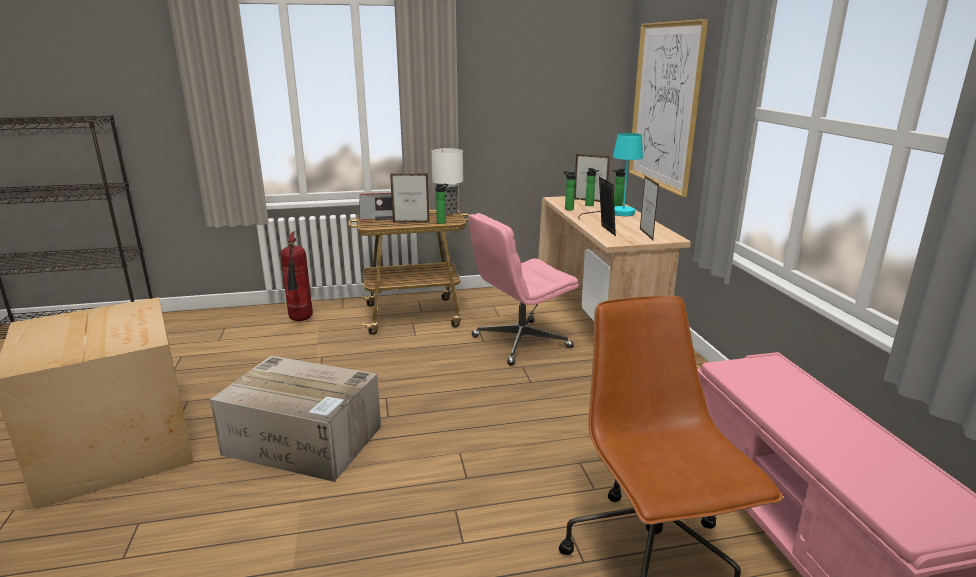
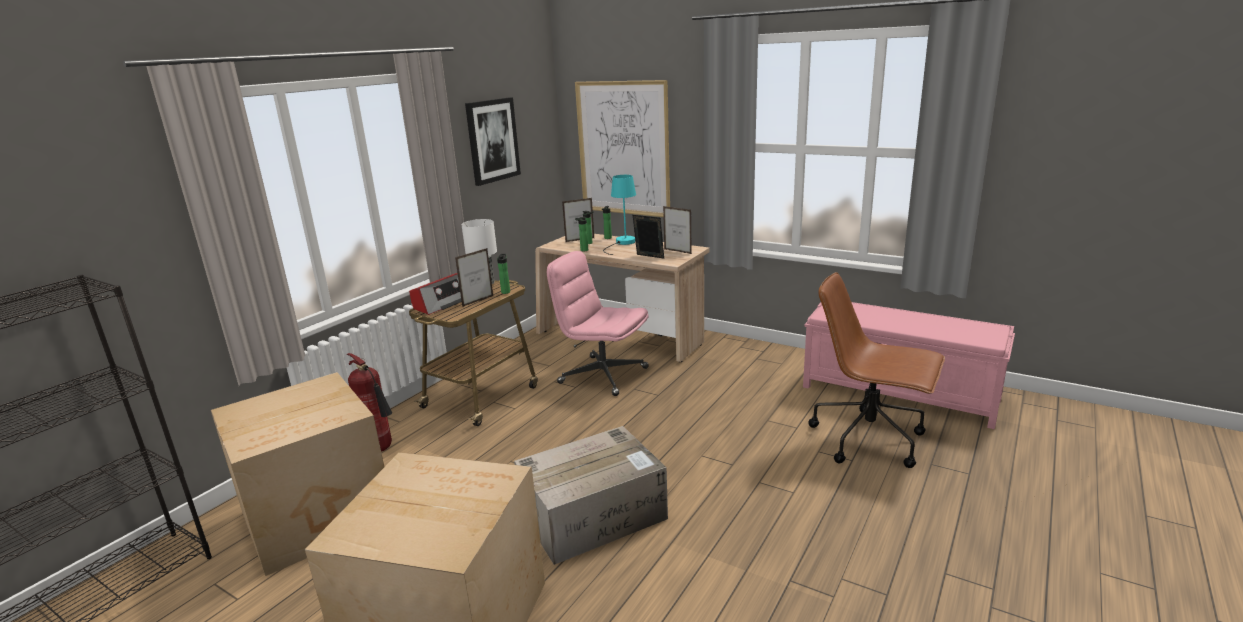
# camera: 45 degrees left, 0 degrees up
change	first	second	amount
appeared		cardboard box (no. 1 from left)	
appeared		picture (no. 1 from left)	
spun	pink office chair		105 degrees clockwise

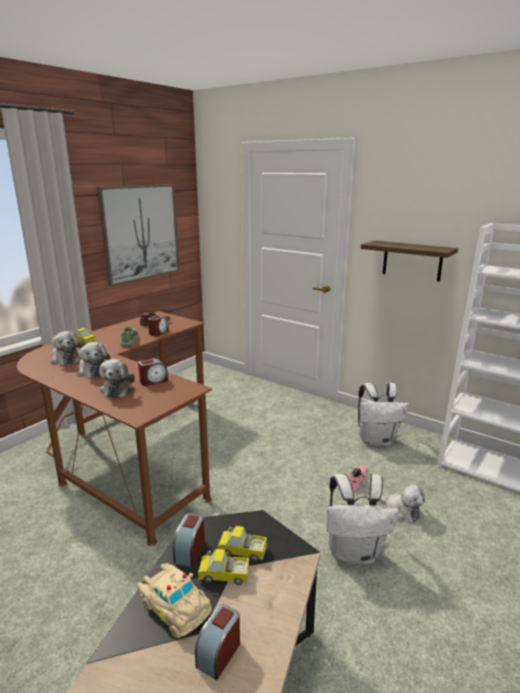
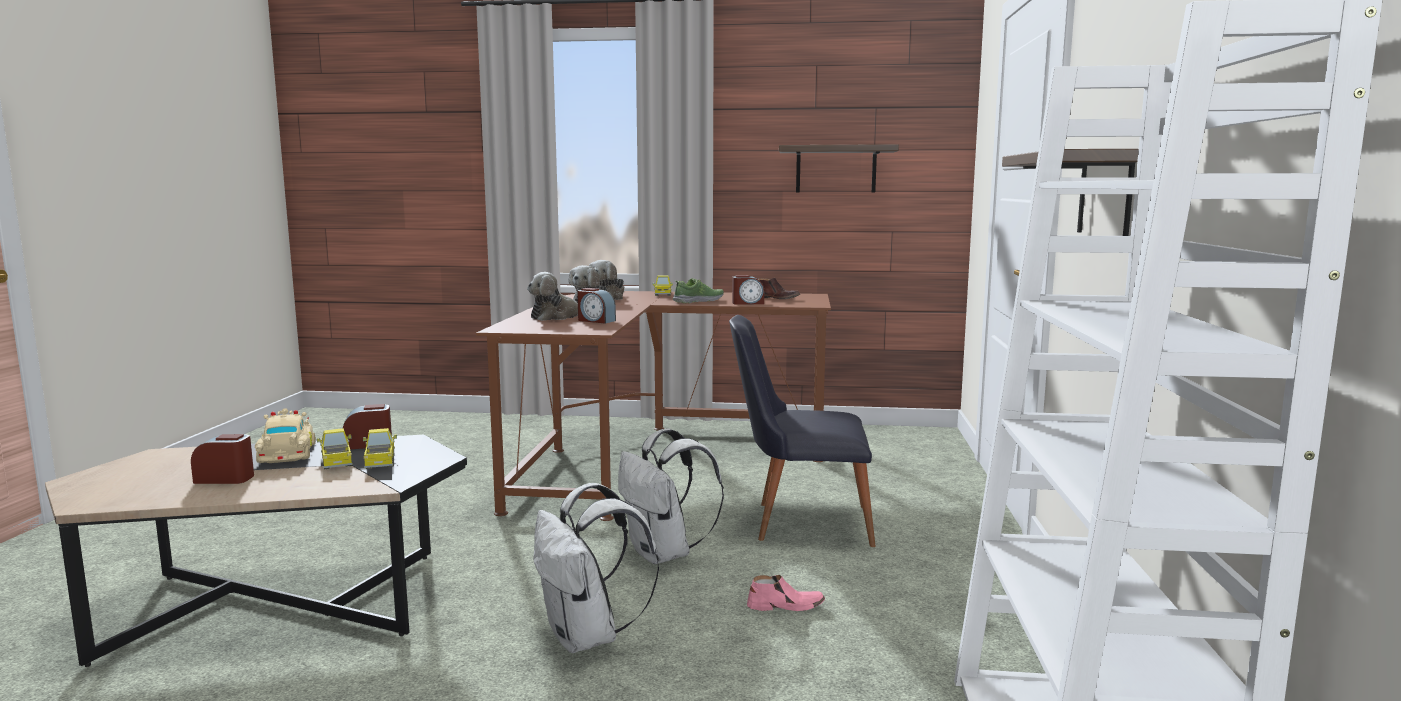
# camera: 60 degrees right, 10 degrees down
change	first	second	amount
spun	beige toy car		150 degrees clockwise
relocated	white backpack (no. 2 from left)		
appeared		black chair	
exchanged	picture	shelf (no. 1 from left)	
missing	plush toy (no. 4 from left)		

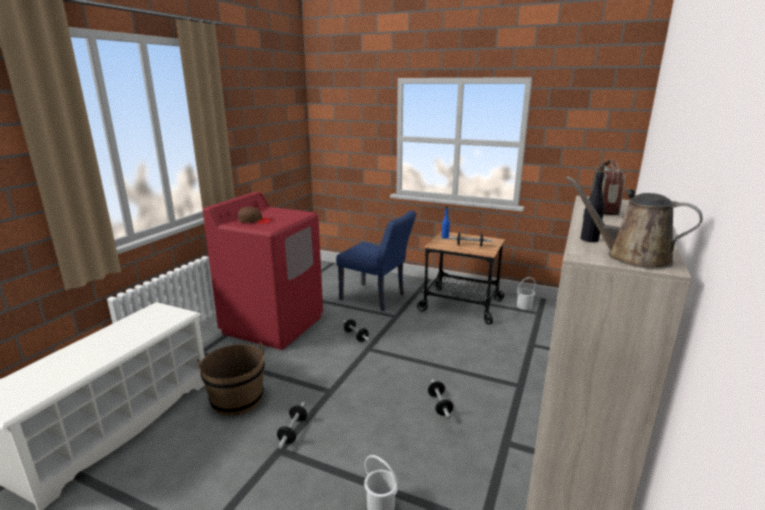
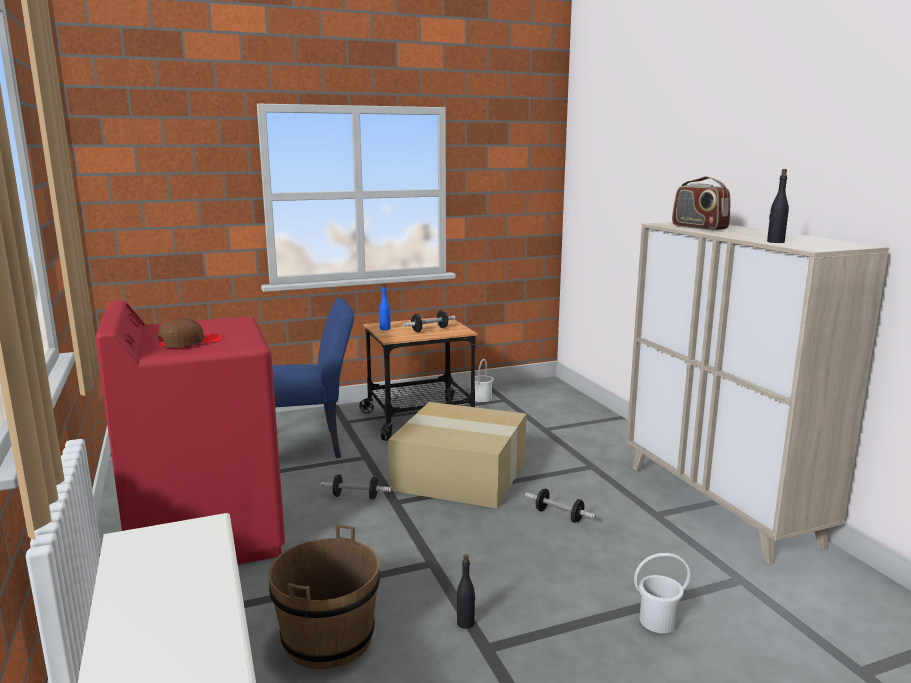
# camera: 45 degrees left, 5 degrees down
change	first	second	amount
appeared		cardboard box	
exchanged	dumbbell (no. 1 from left)	black bottle (no. 1 from left)	
missing	brown watering can		

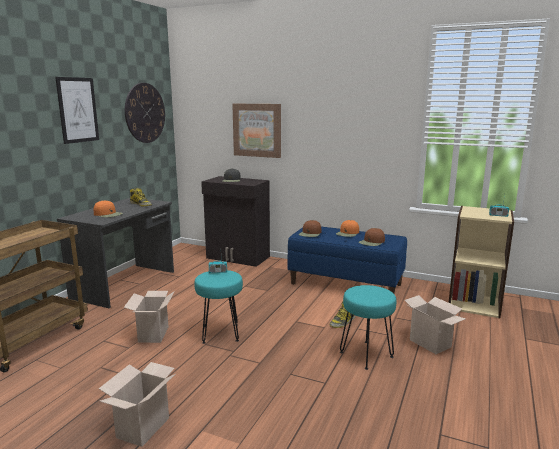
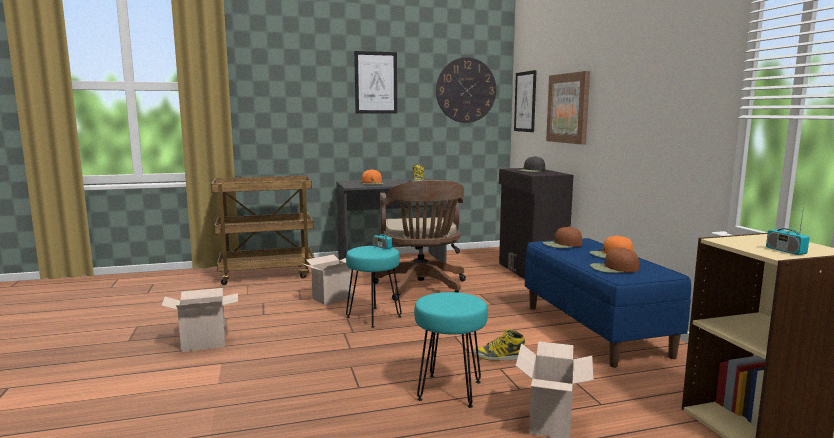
# camera: 50 degrees right, 5 degrees down
change	first	second	amount
appeared		brown office chair	
appeared		picture (no. 2 from left)	

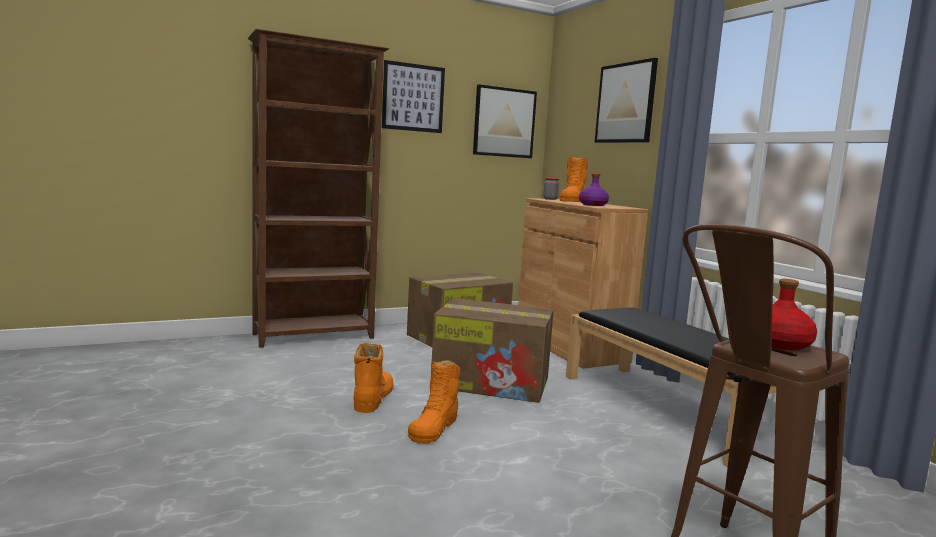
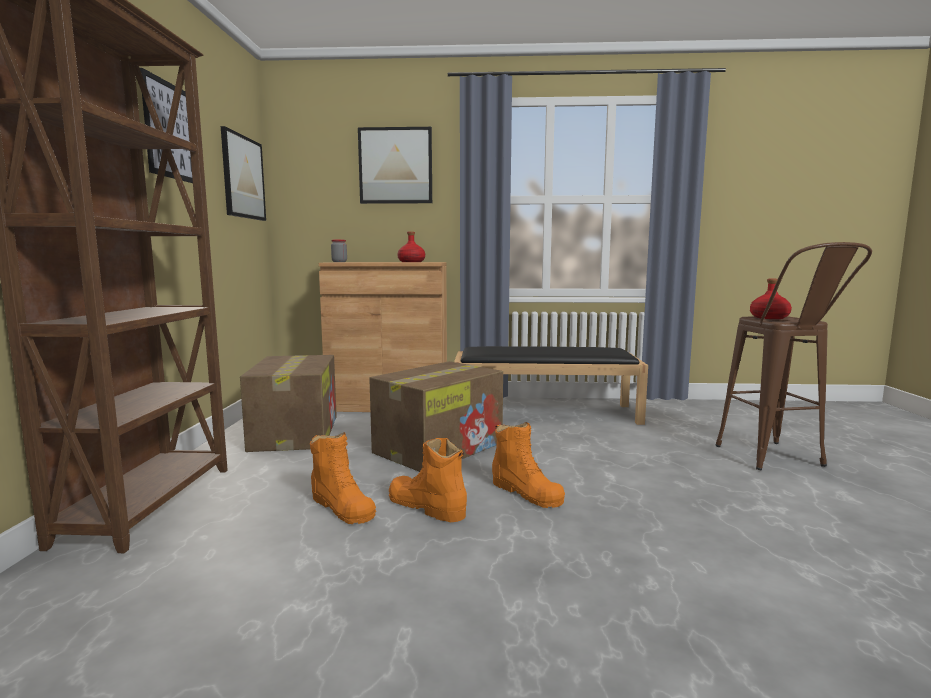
# camera: 60 degrees left, 0 degrees up
change	first	second	amount
relocated	orange boot (no. 3 from left in the first image)	orange boot (no. 1 from left)	
colour	purple bottle	red bottle (no. 1 from left)	

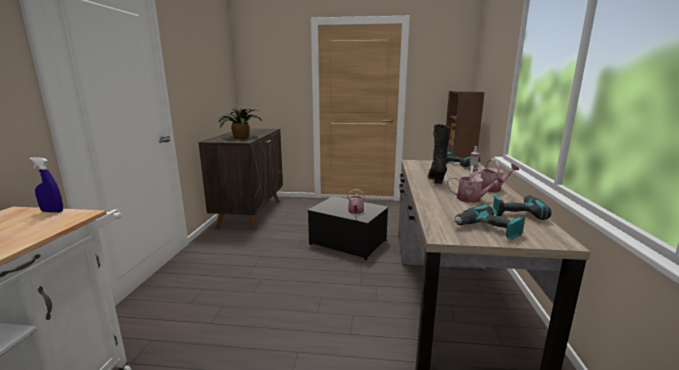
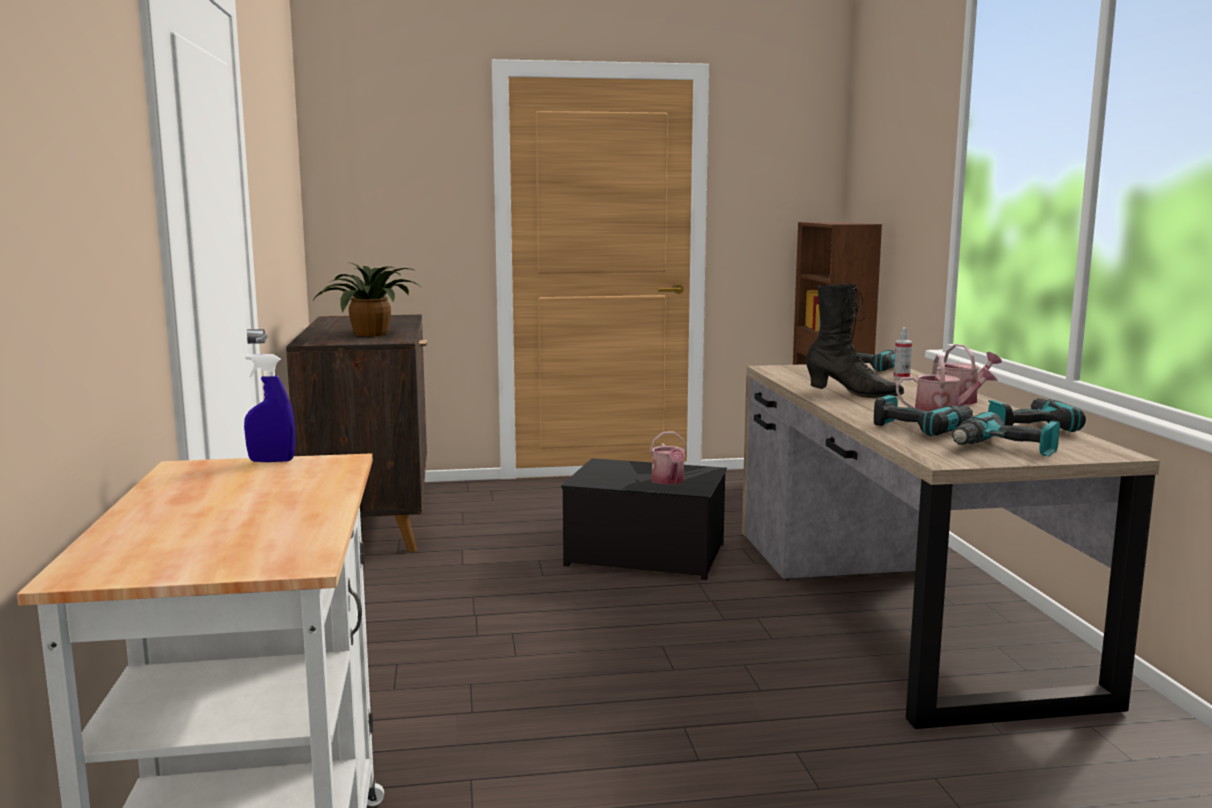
# camera: 15 degrees left, 5 degrees down
change	first	second	amount
spun	black boot		120 degrees clockwise
appeared		power drill (no. 2 from left)	

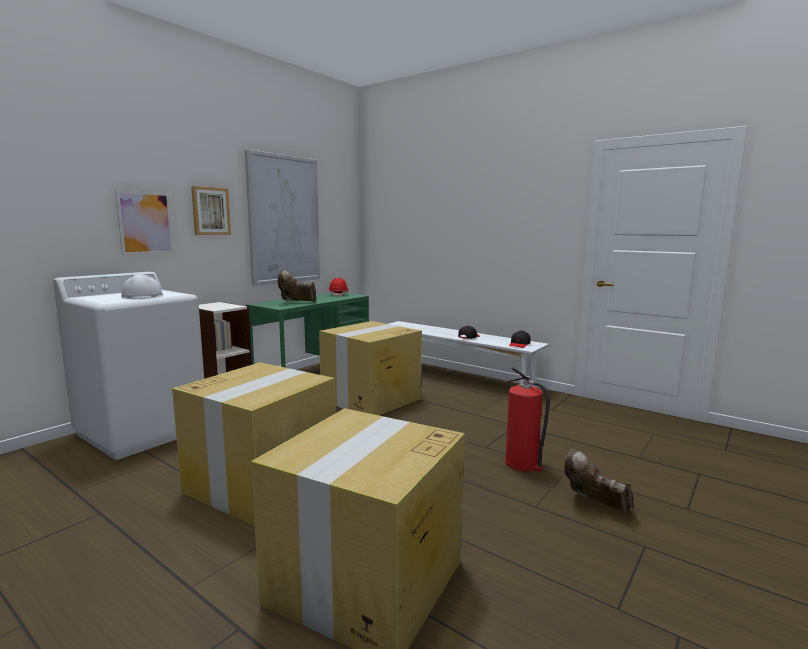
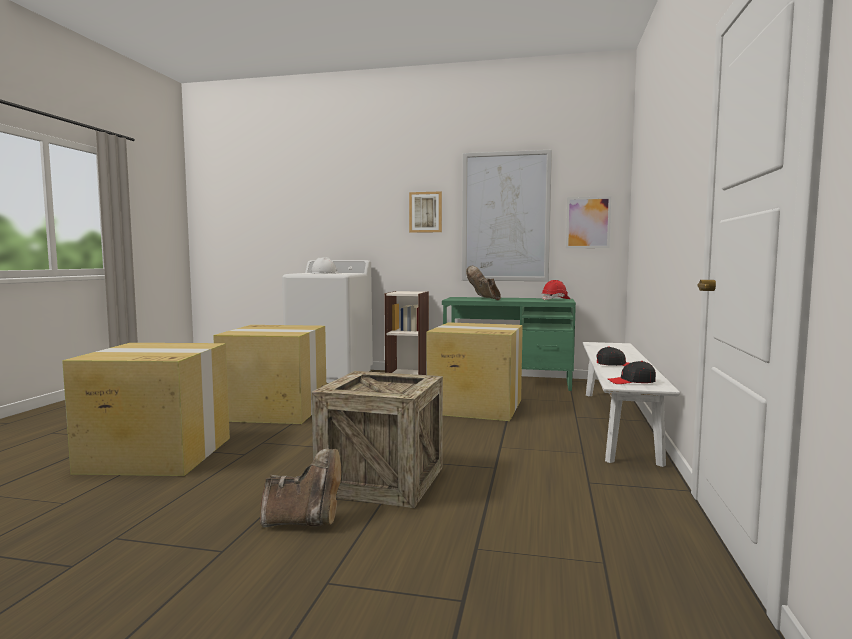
# camera: 65 degrees right, 5 degrees down
change	first	second	amount
spun	brown boot (no. 2 from left in the first image)	brown boot (no. 1 from left)	75 degrees clockwise
exchanged	fire extinguisher	crate	
relocated	picture (no. 1 from left in the first image)	picture (no. 3 from left)	

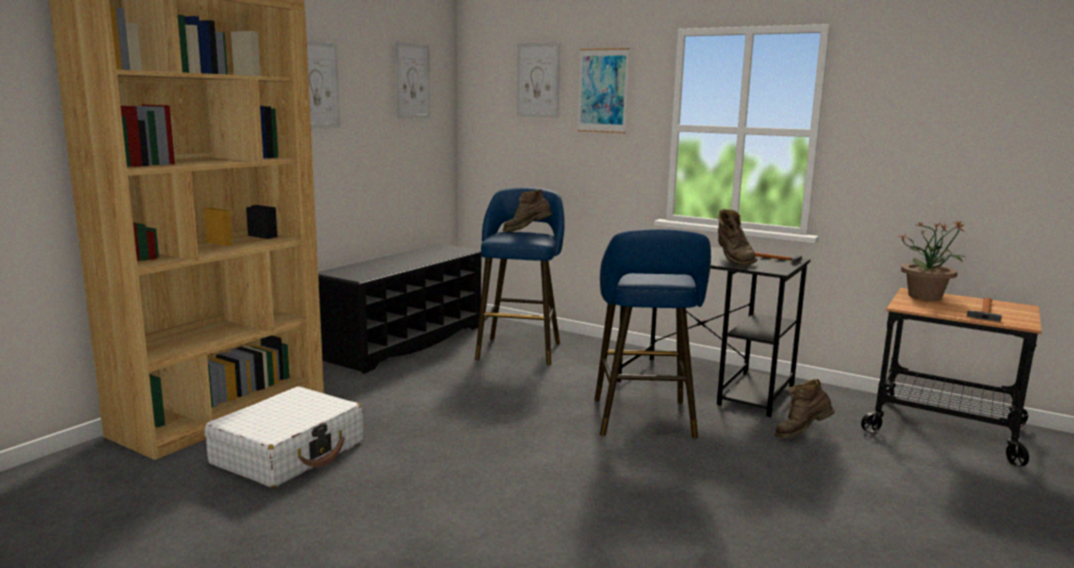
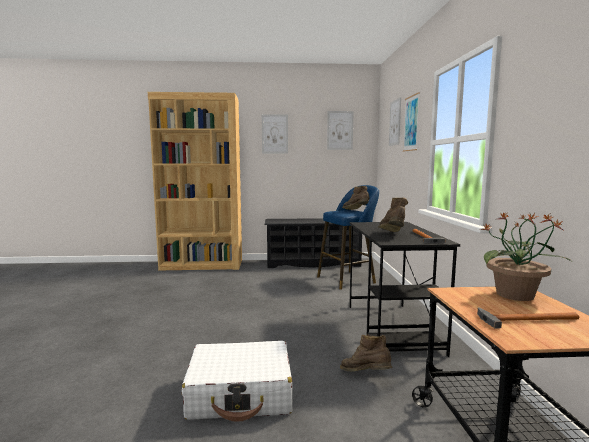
# camera: 55 degrees right, 5 degrees down
change	first	second	amount
relocated	white suitcase		
spun	brown boot (no. 2 from left in the first image)	brown boot (no. 3 from left)	135 degrees clockwise
missing	blue stool (no. 2 from left)		

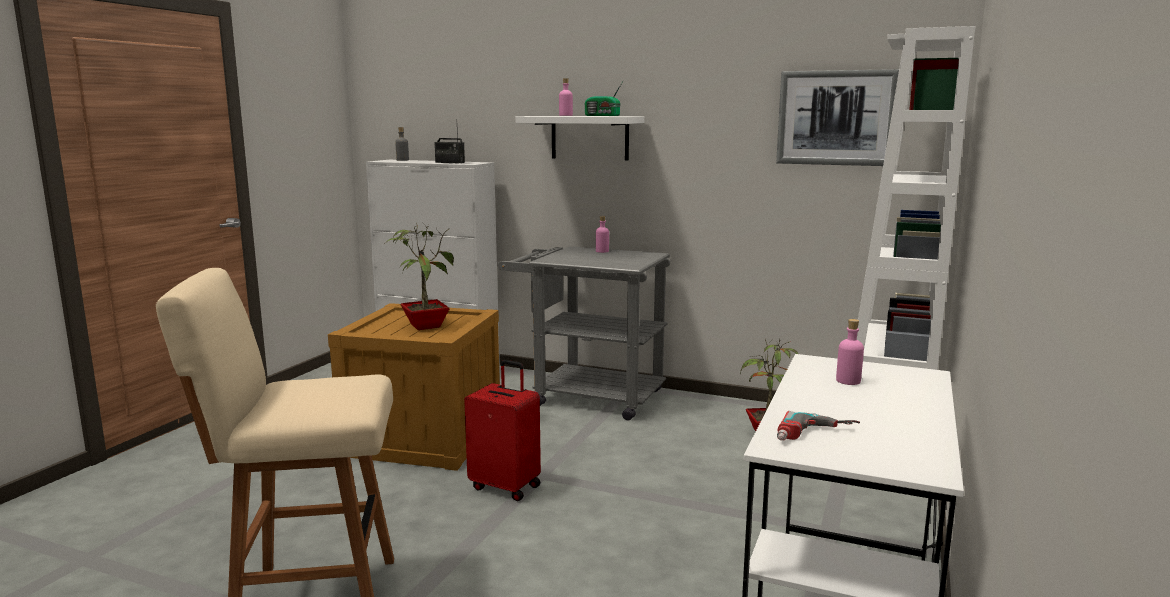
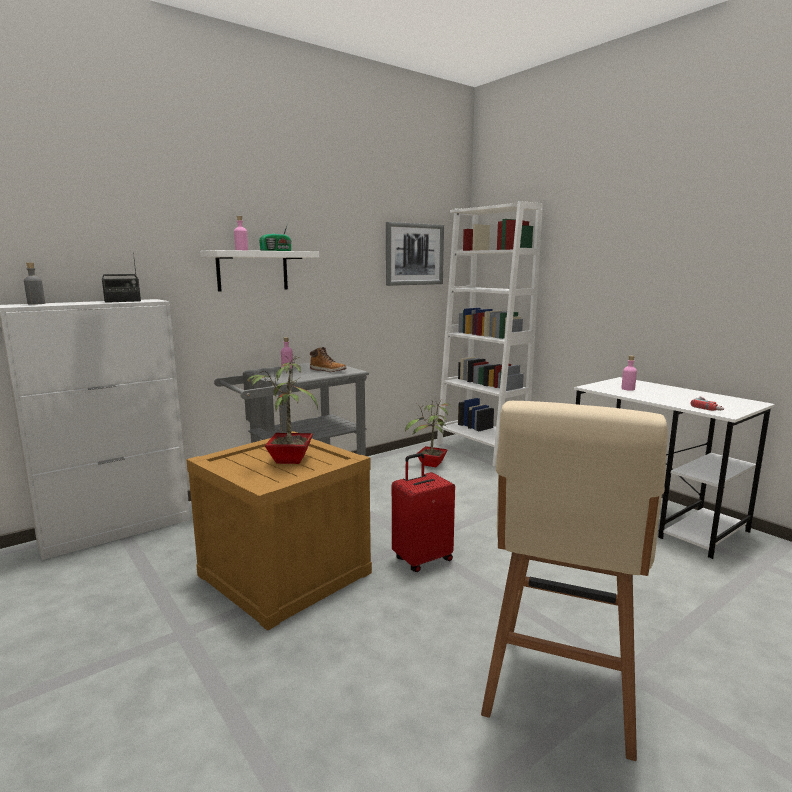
# camera: 60 degrees left, 0 degrees up
change	first	second	amount
appeared		boot	

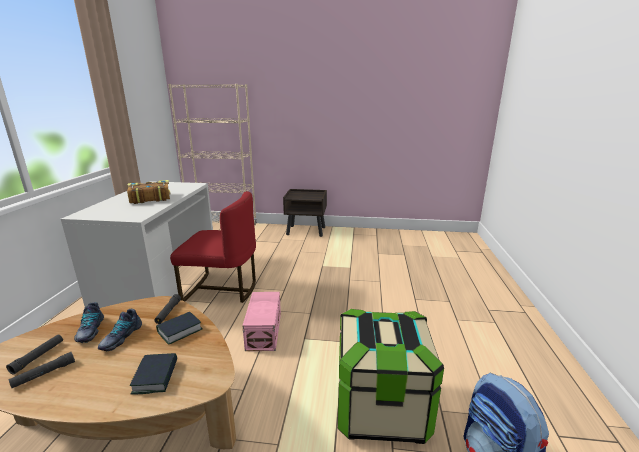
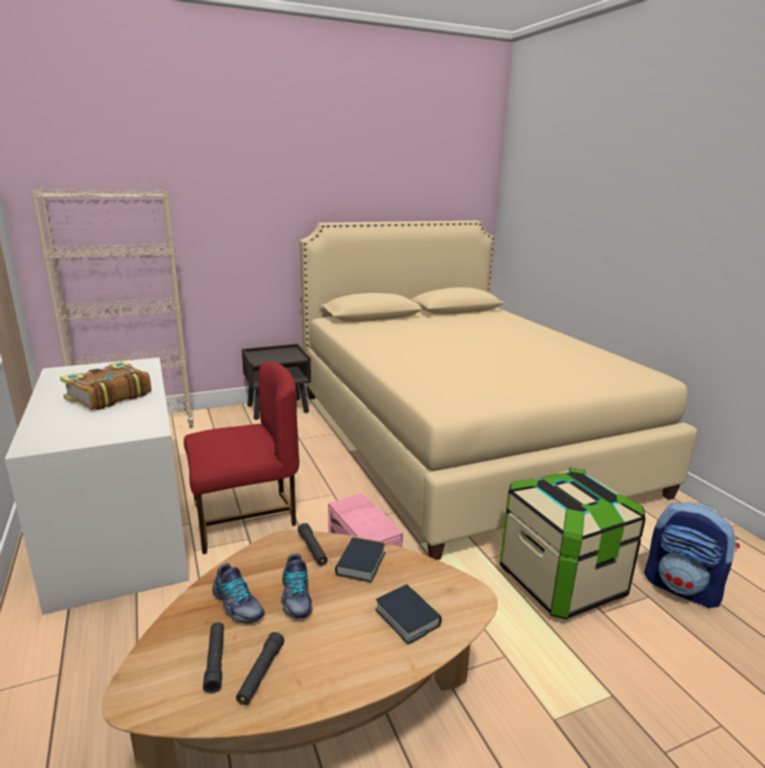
# camera: 30 degrees left, 0 degrees up
change	first	second	amount
appeared		beige bed	

